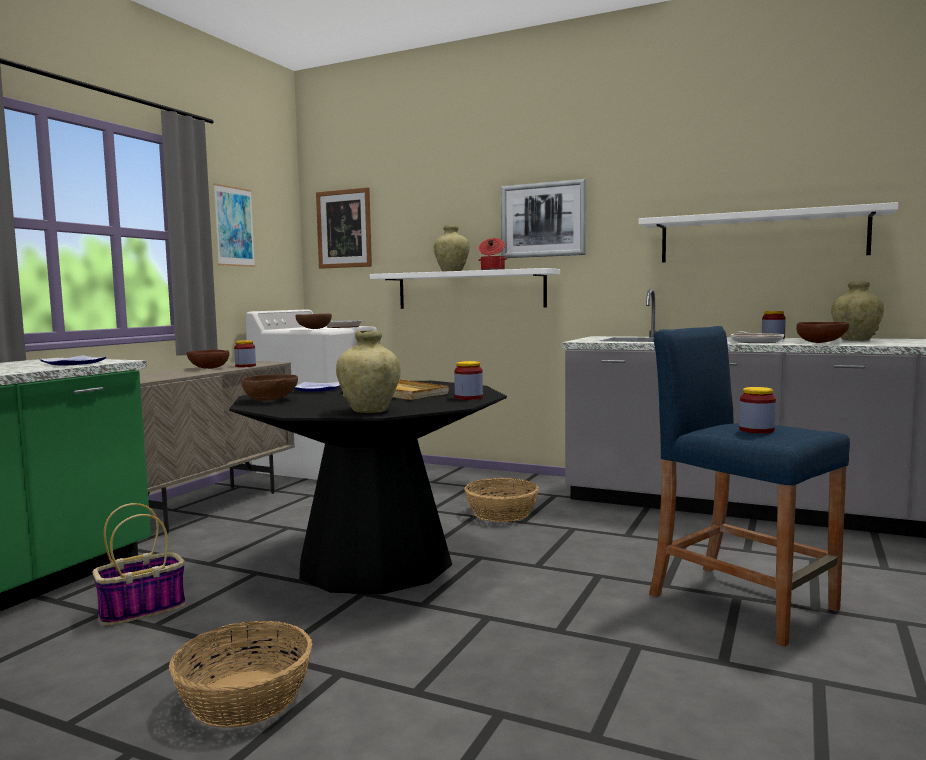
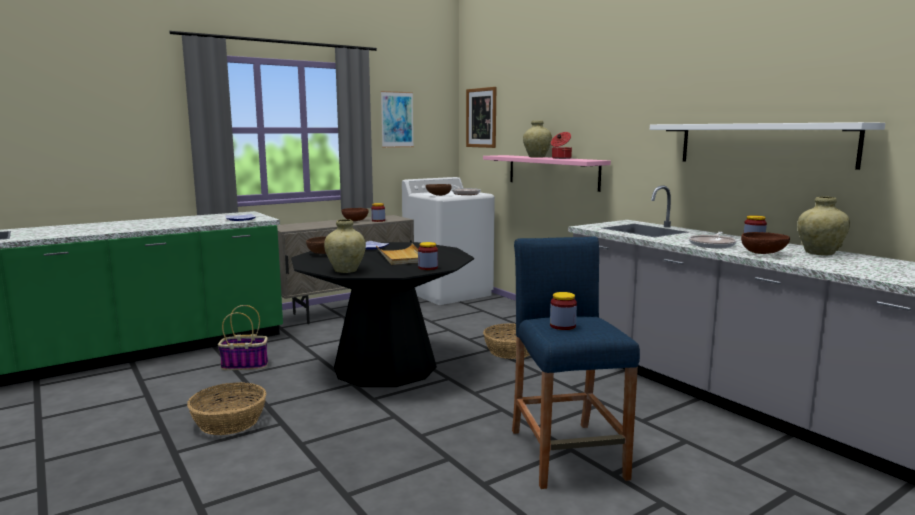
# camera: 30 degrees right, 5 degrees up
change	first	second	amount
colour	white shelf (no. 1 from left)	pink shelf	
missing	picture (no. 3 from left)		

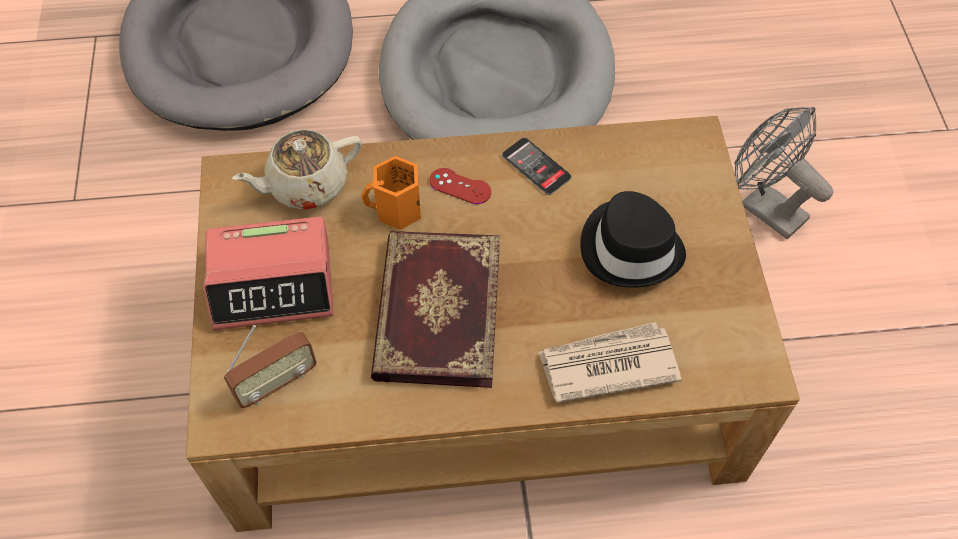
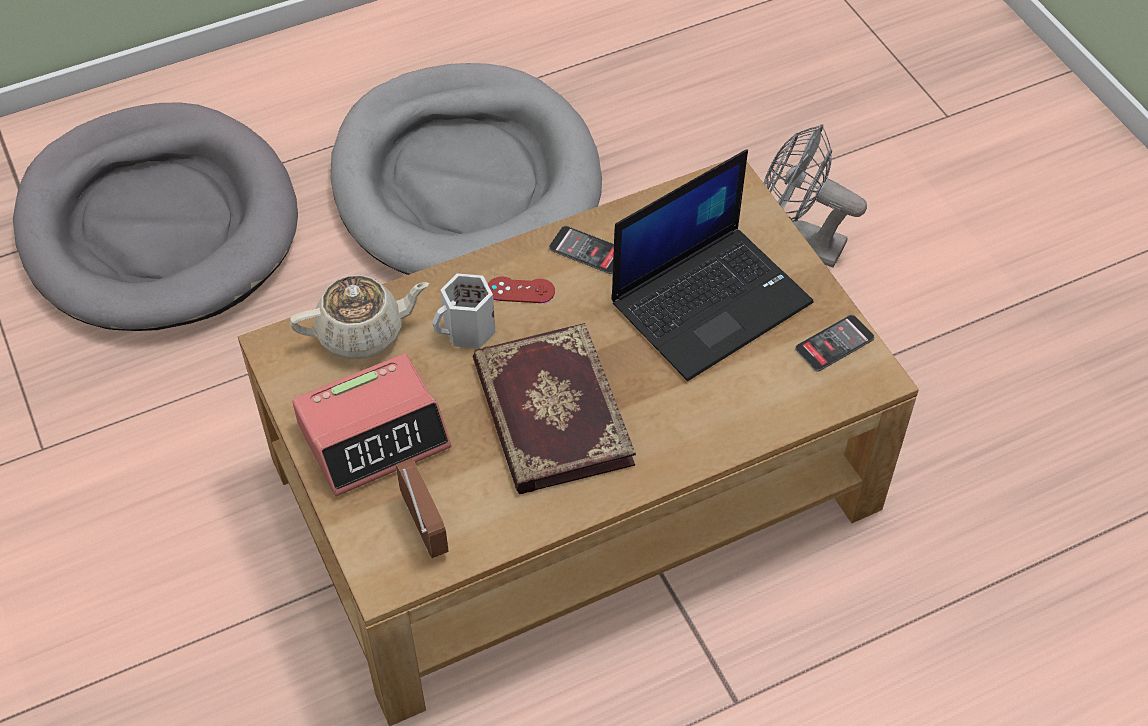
# camera: 20 degrees left, 5 degrees down
change	first	second	amount
spun	beige teapot		150 degrees counterclockwise
spun	radio		60 degrees counterclockwise
colour	orange mug	white mug	
exchanged	black hat	laptop	
appeared		phone (no. 2 from left)	
missing	newspaper		

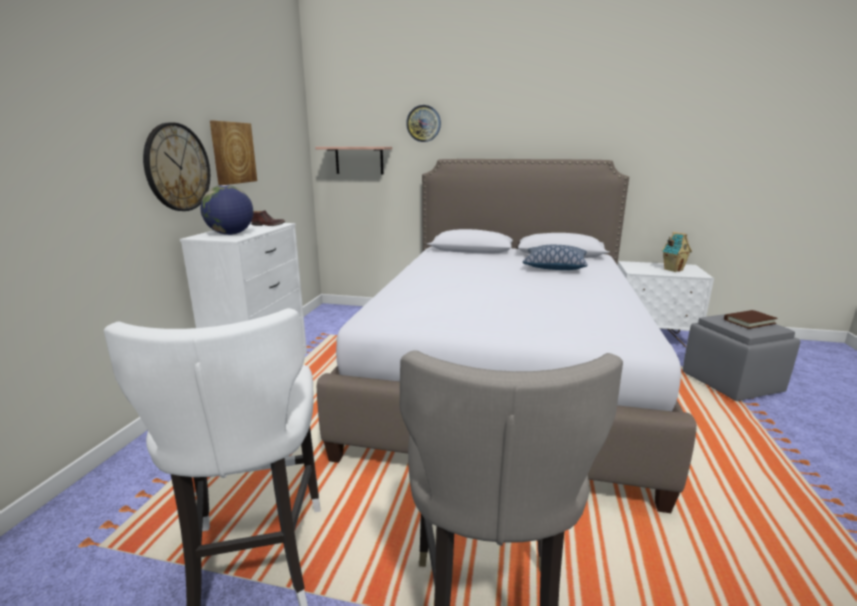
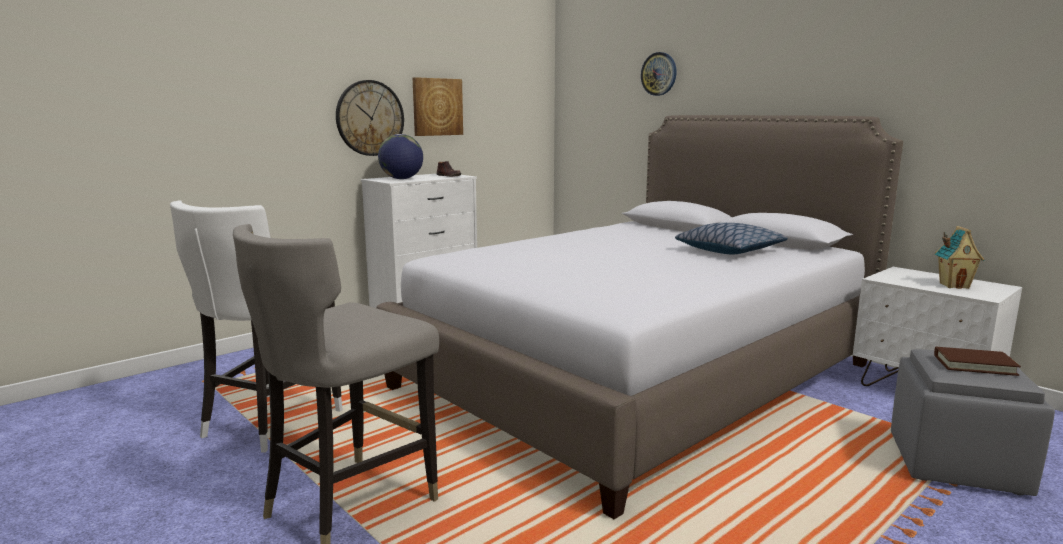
# camera: 35 degrees right, 5 degrees down
change	first	second	amount
missing	shelf		

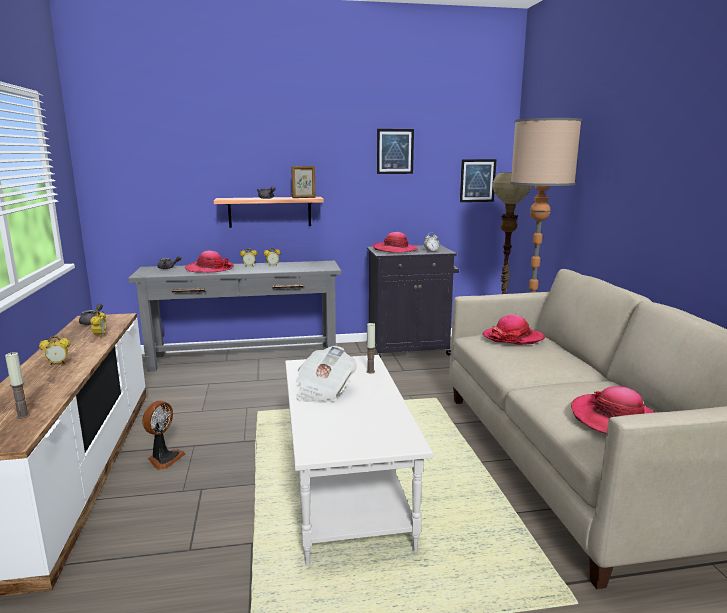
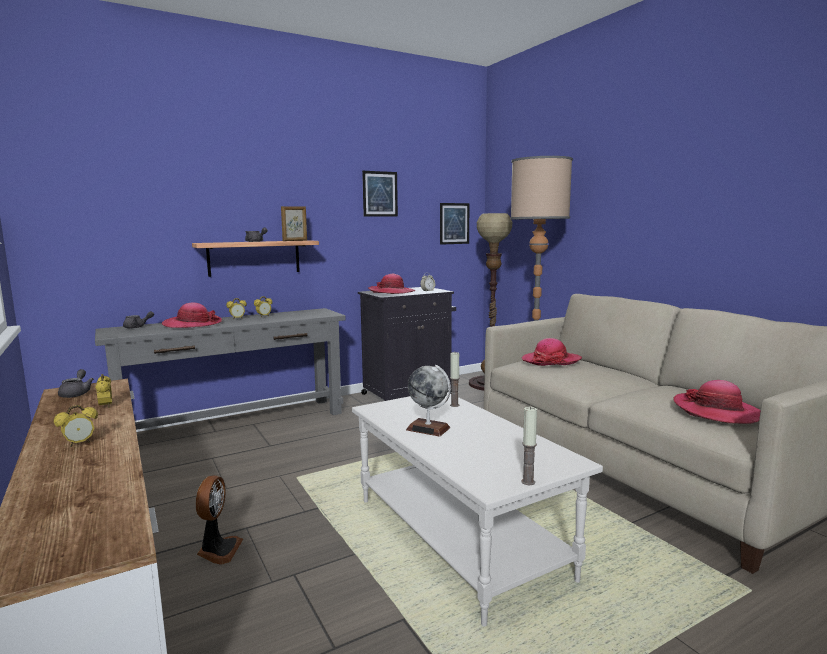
# camera: 20 degrees left, 5 degrees down
change	first	second	amount
exchanged	newspaper	globe	
relocated	candle (no. 1 from left in the first image)	candle (no. 2 from left)	

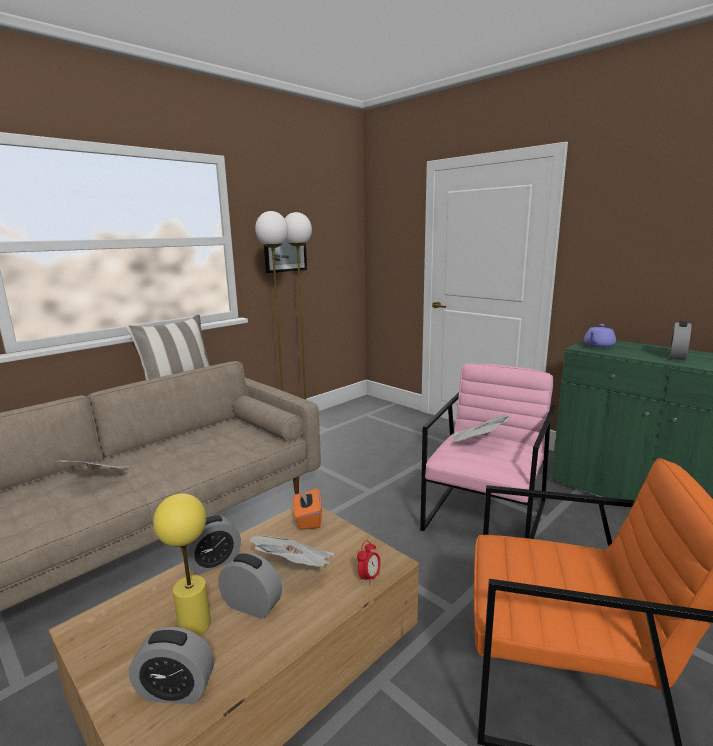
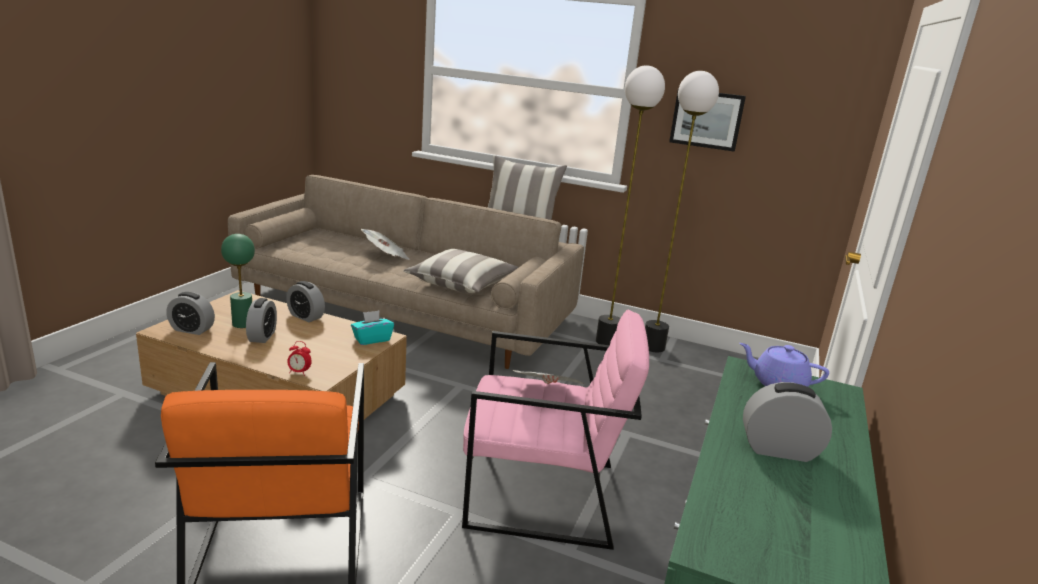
# camera: 65 degrees right, 5 degrees up
change	first	second	amount
spun	alarm clock (no. 1 from left)		60 degrees counterclockwise
colour	yellow table lamp	green table lamp	
colour	orange tissue box	turquoise tissue box	
appeared		pillow (no. 1 from left)	
missing	newspaper (no. 2 from left)		

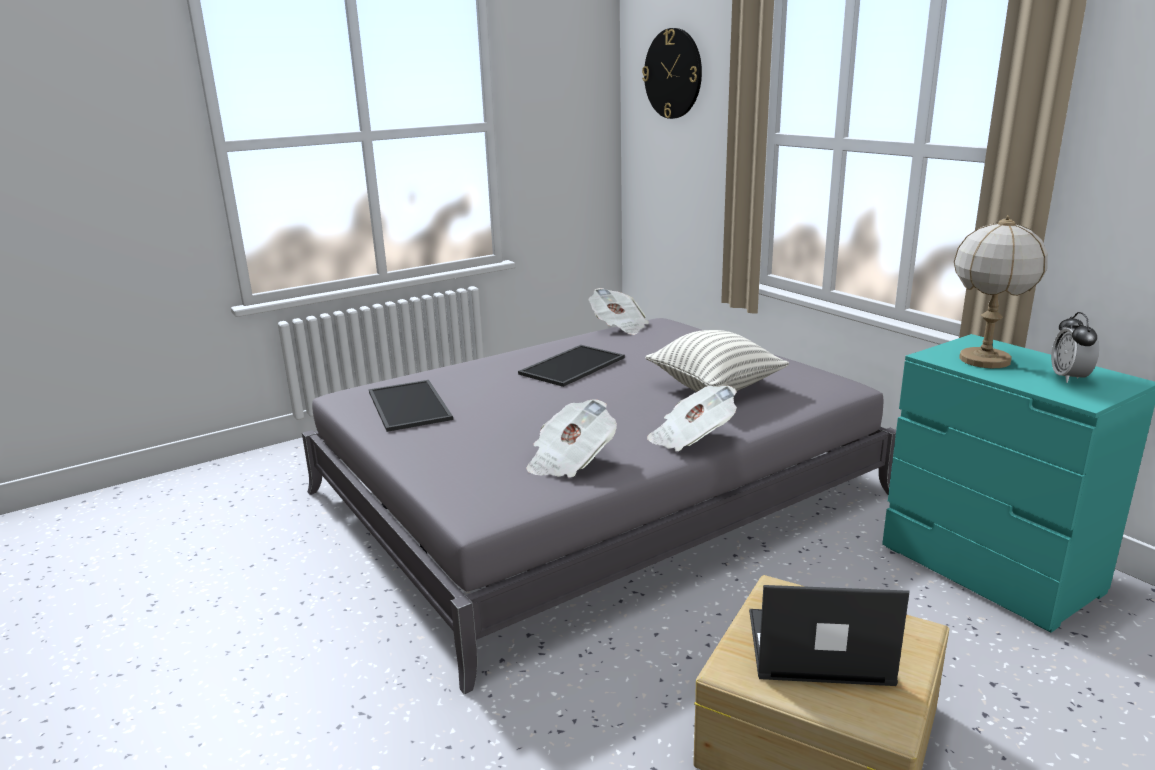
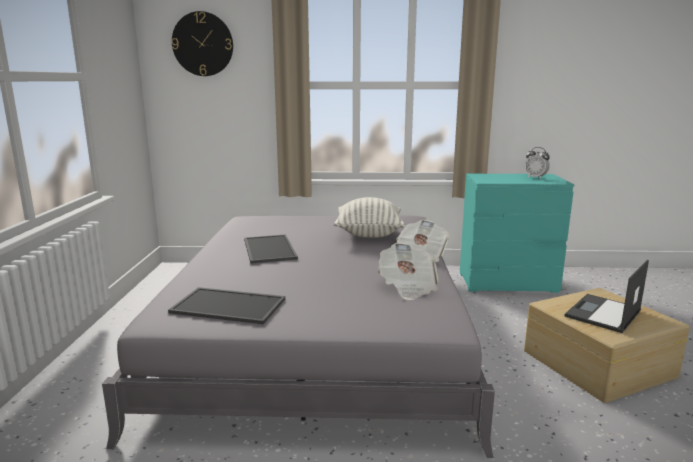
# camera: 55 degrees left, 5 degrees down
change	first	second	amount
missing	newspaper (no. 2 from left)		
missing	table lamp		

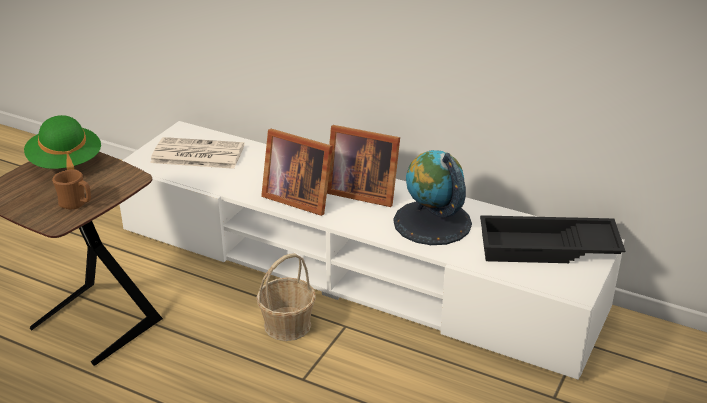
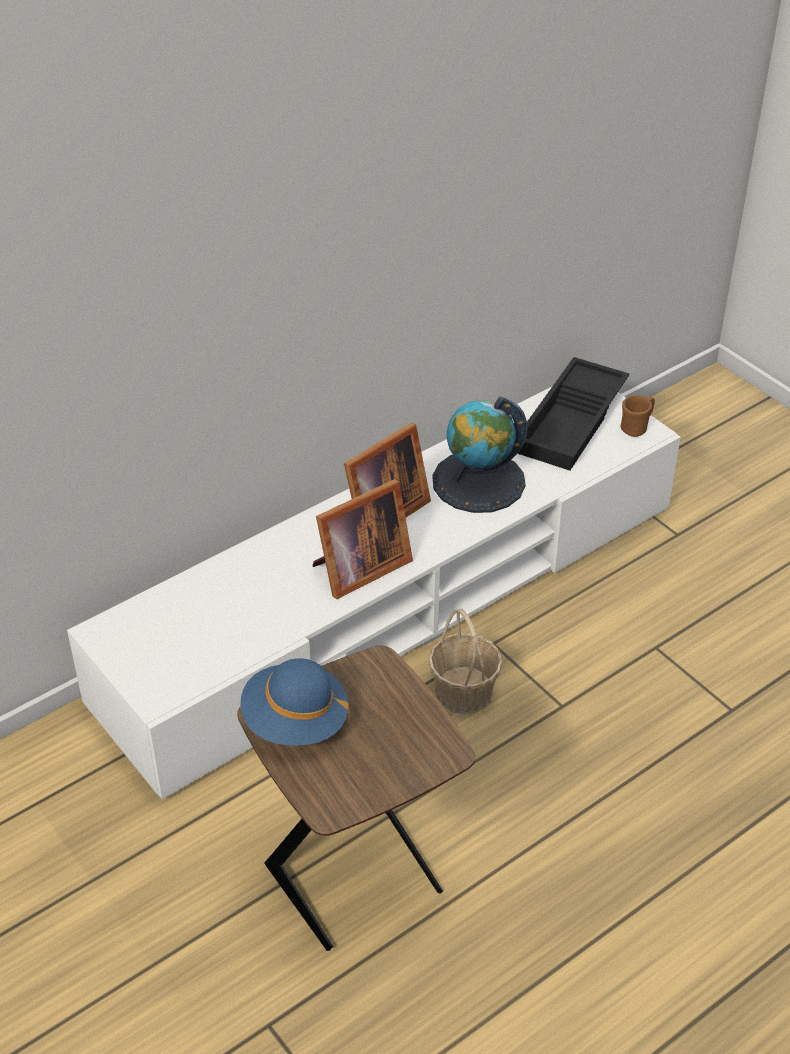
# camera: 65 degrees left, 10 degrees up
change	first	second	amount
colour	green hat	blue hat	
relocated	brown mug		
missing	newspaper		

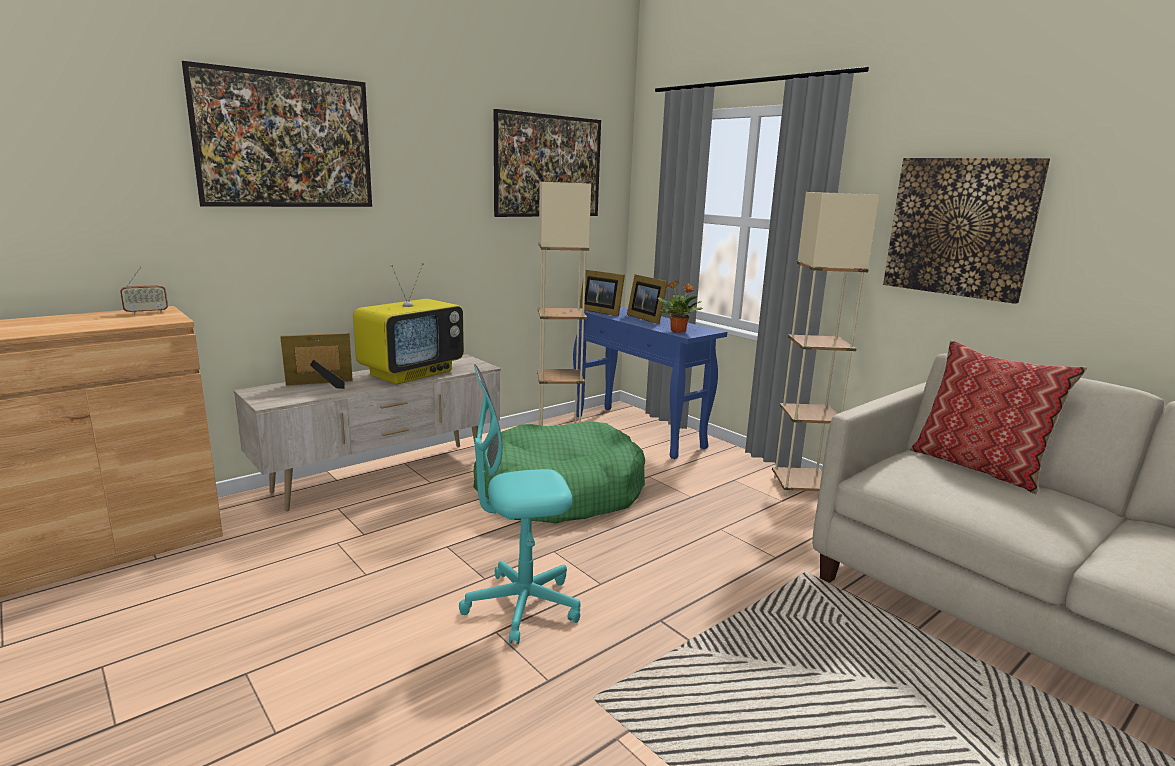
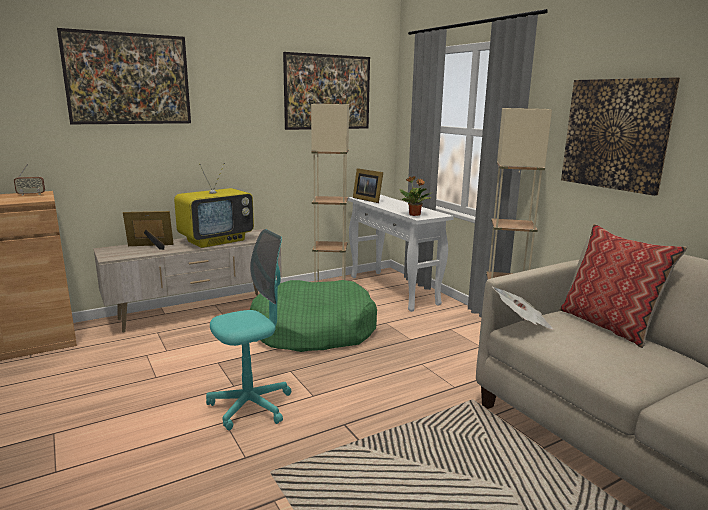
# camera: 10 degrees right, 0 degrees up
change	first	second	amount
spun	turquoise office chair		150 degrees clockwise
colour	blue console table	white console table	
appeared		newspaper	
missing	picture frame (no. 3 from left)		

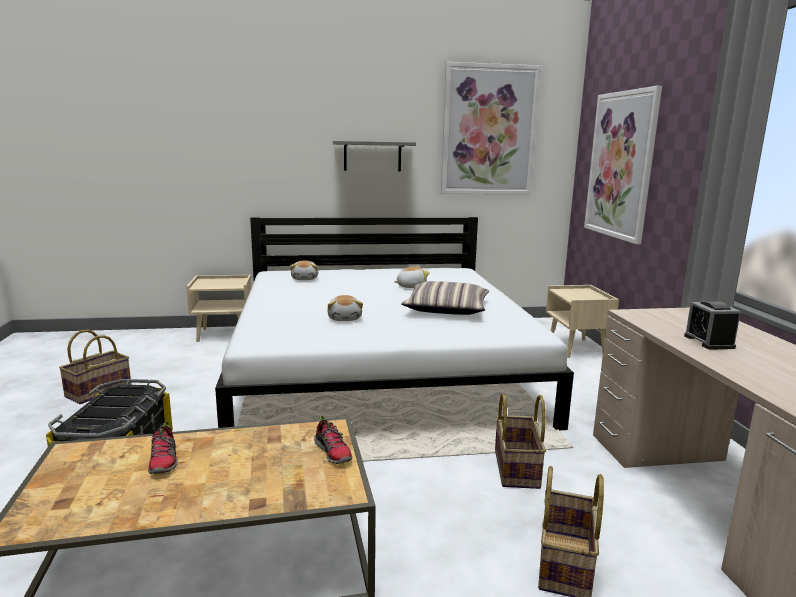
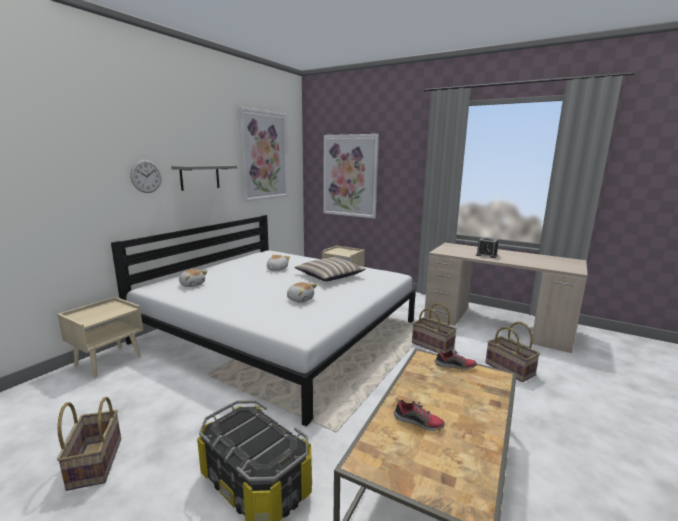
# camera: 50 degrees left, 0 degrees up
change	first	second	amount
appeared		wall clock	

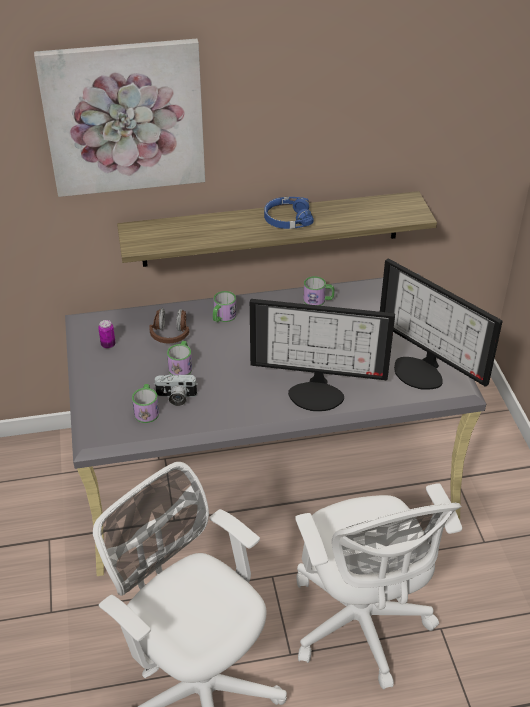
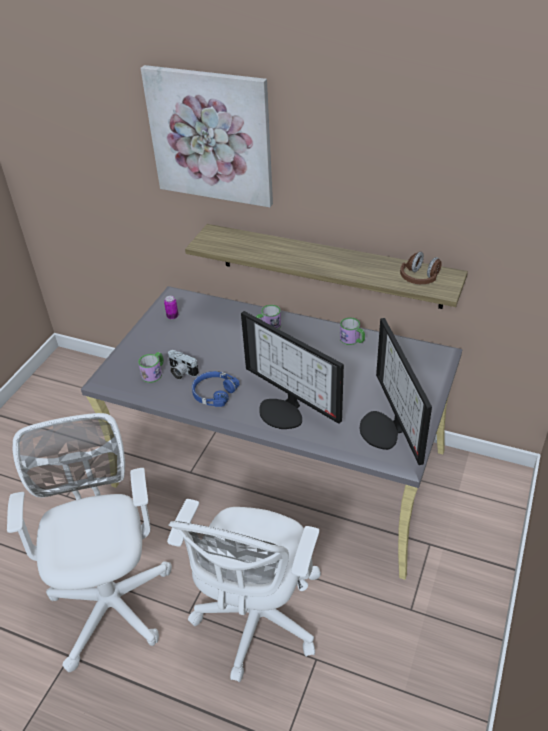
# camera: 35 degrees right, 0 degrees up
change	first	second	amount
relocated	blue headphones		
relocated	brown headphones		
missing	mug (no. 2 from left)		

